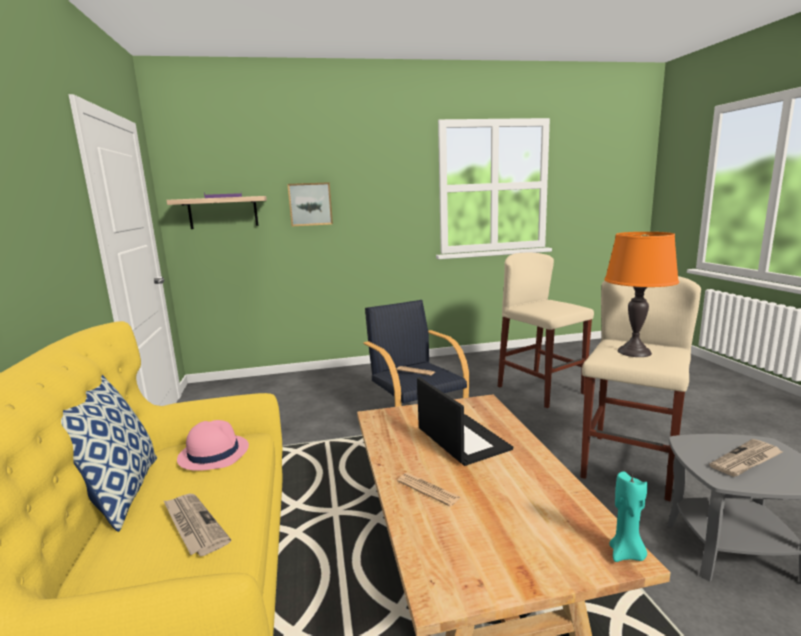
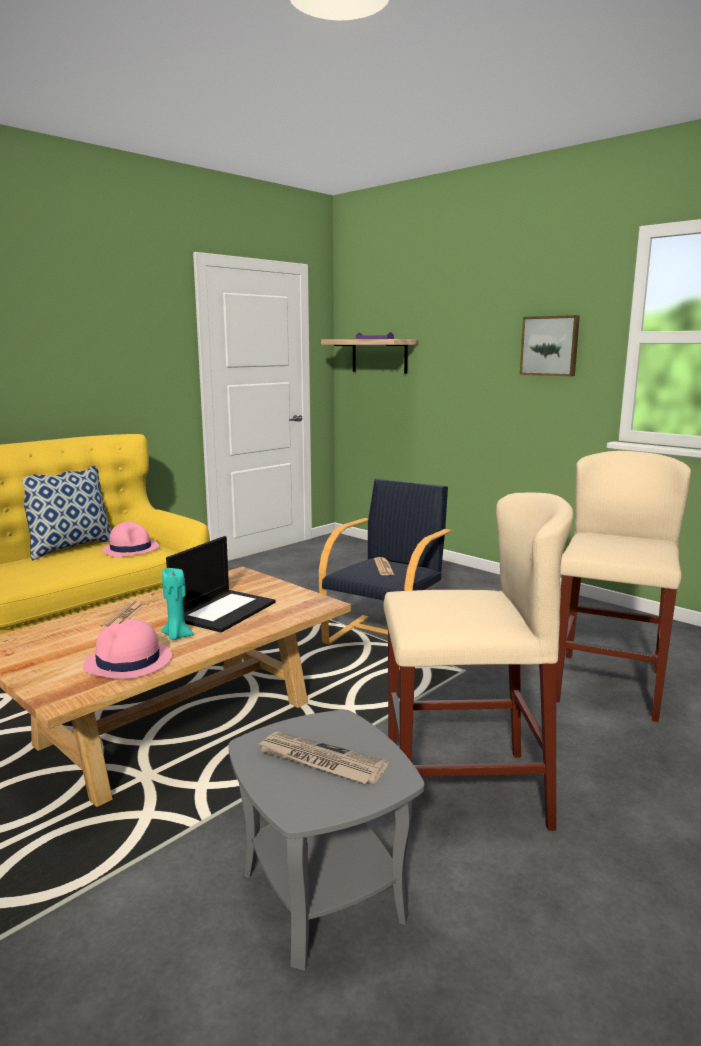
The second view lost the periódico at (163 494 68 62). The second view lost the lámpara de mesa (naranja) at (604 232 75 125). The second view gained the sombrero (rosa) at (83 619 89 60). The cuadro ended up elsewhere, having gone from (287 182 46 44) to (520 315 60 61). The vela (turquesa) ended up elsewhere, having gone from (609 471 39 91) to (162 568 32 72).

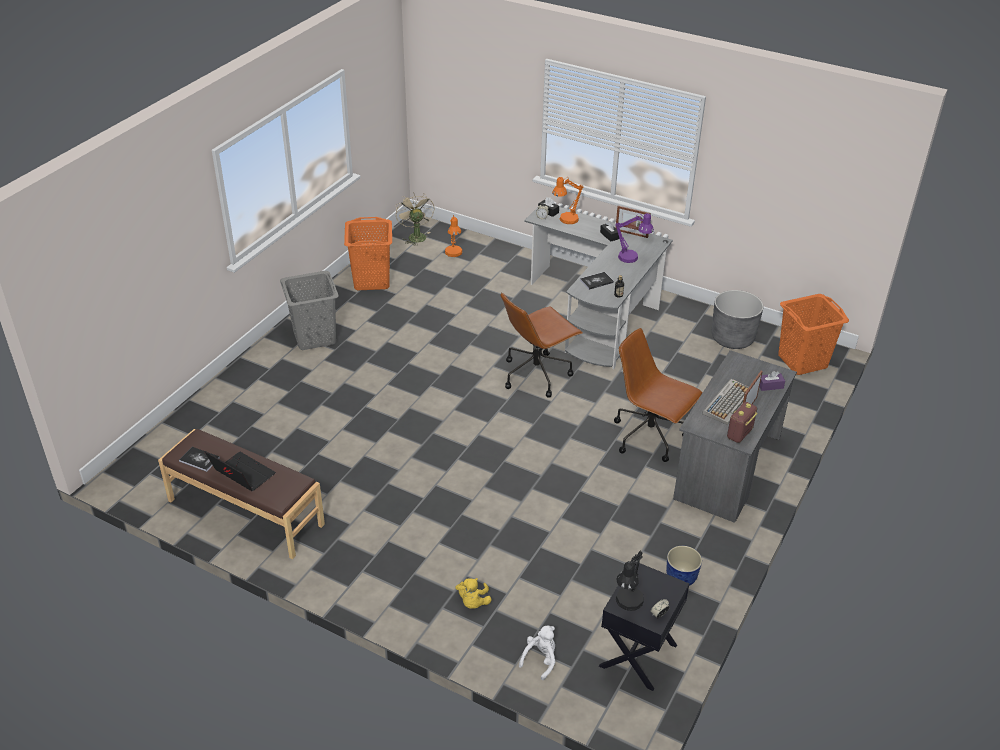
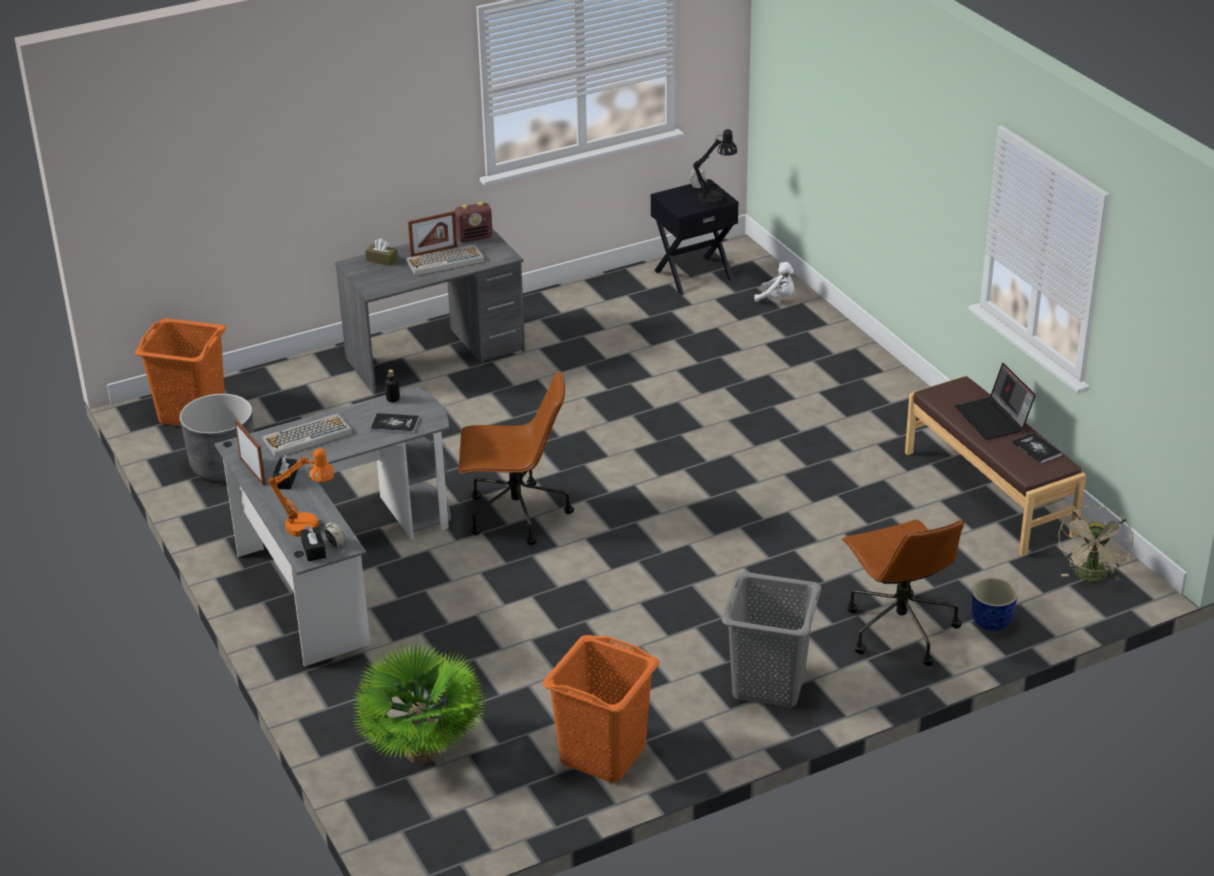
The second view lost the peluche (amarillo) at (456 578 36 31). The ventilador (beis) ended up elsewhere, having gone from (395 192 39 54) to (1059 506 74 76). The silla de oficina (marrón) ended up elsewhere, having gone from (614 328 89 134) to (842 520 122 146). The maceta ended up elsewhere, having gone from (666 546 36 40) to (971 578 47 53). Where the lámpara de mesa (naranja) stood at (445 215 17 42), the planta en maceta came to stand at (353 642 133 122). Where the lámpara de mesa (morado) stood at (615 213 39 50), the teclado came to stand at (262 413 90 45). What was the caja de pañuelos (morado) at (759 371 26 20) turned into the caja de pañuelos (marrón) at (365 238 33 28). The peluche (blanco) at (519 625 37 55) ended up facing another way, 135 degrees counterclockwise from before.

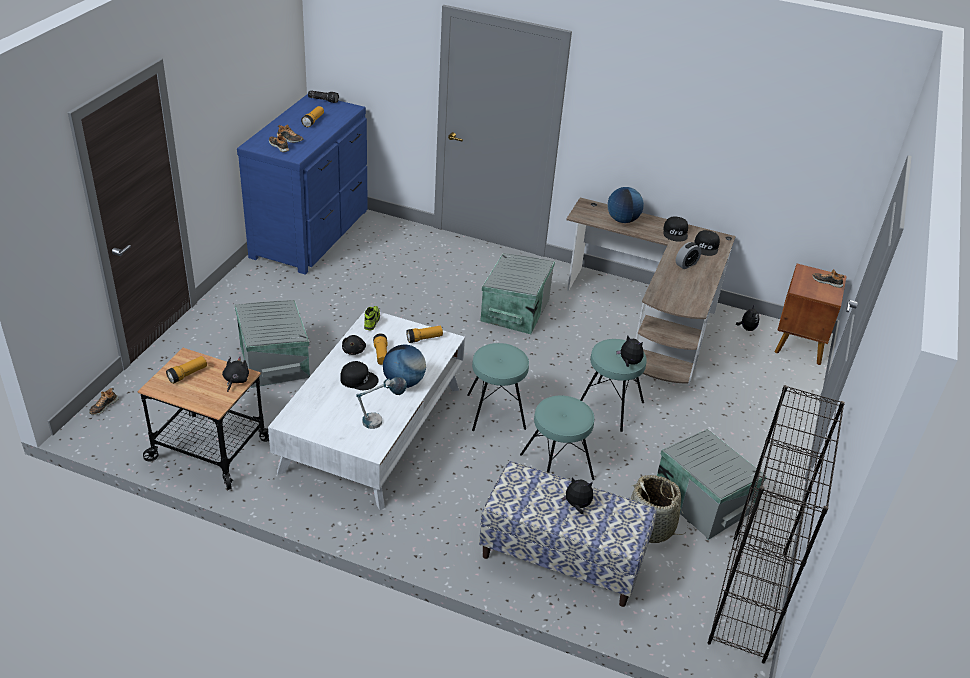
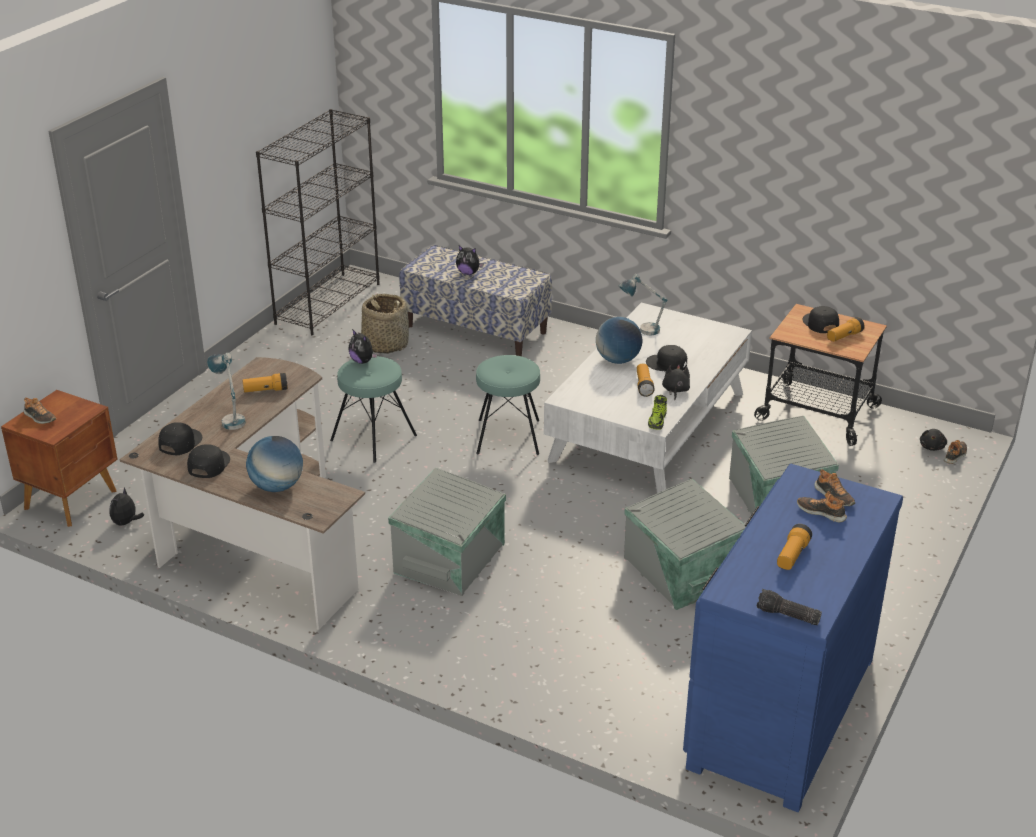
The second view lost the taburete (turquesa) at (520 395 75 85). The second view gained the gorra (negro) at (803 306 36 27). The peluche (negro) ended up elsewhere, having gone from (222 357 27 35) to (920 429 27 22). The linterna ended up elsewhere, having gone from (406 326 37 17) to (242 373 46 20). The caja de almacenaje (gris) ended up elsewhere, having gone from (657 429 110 111) to (624 479 122 131). Where the despertador stood at (676 242 25 27), the lámpara de mesa came to stand at (207 353 39 77).

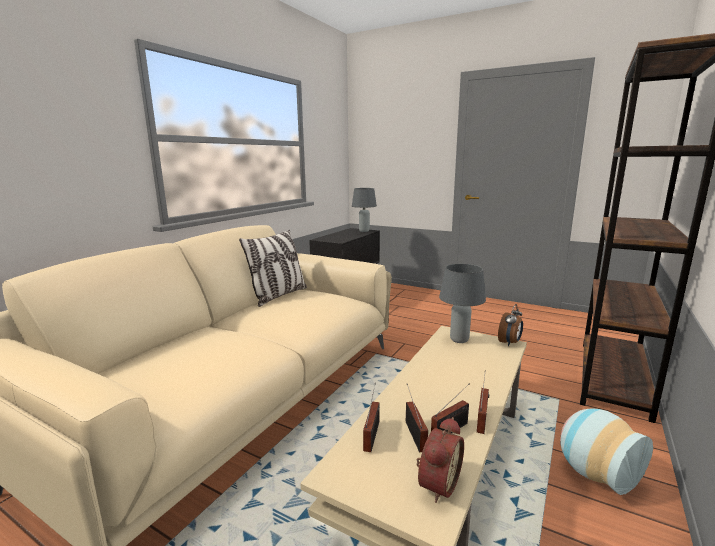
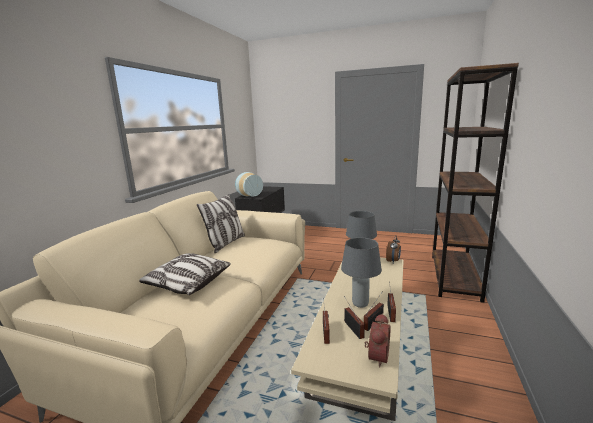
The second view gained the cojín at (139 253 92 42). The lámpara de mesa (gris) ended up elsewhere, having gone from (352 188 25 44) to (341 238 41 70). The florero ended up elsewhere, having gone from (560 409 93 86) to (235 172 28 25).

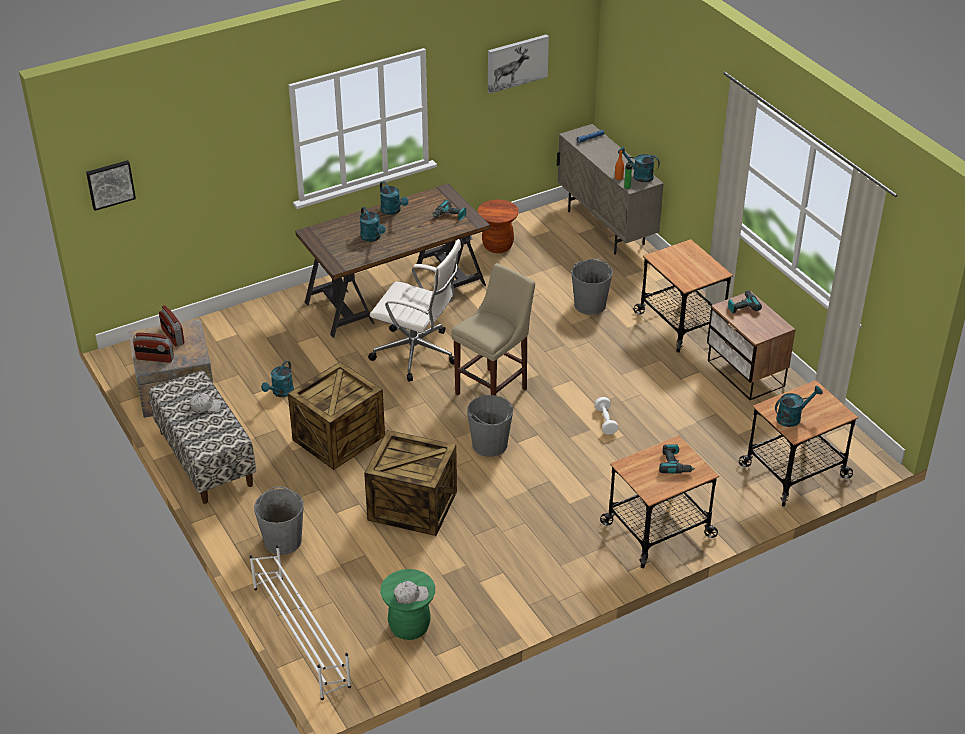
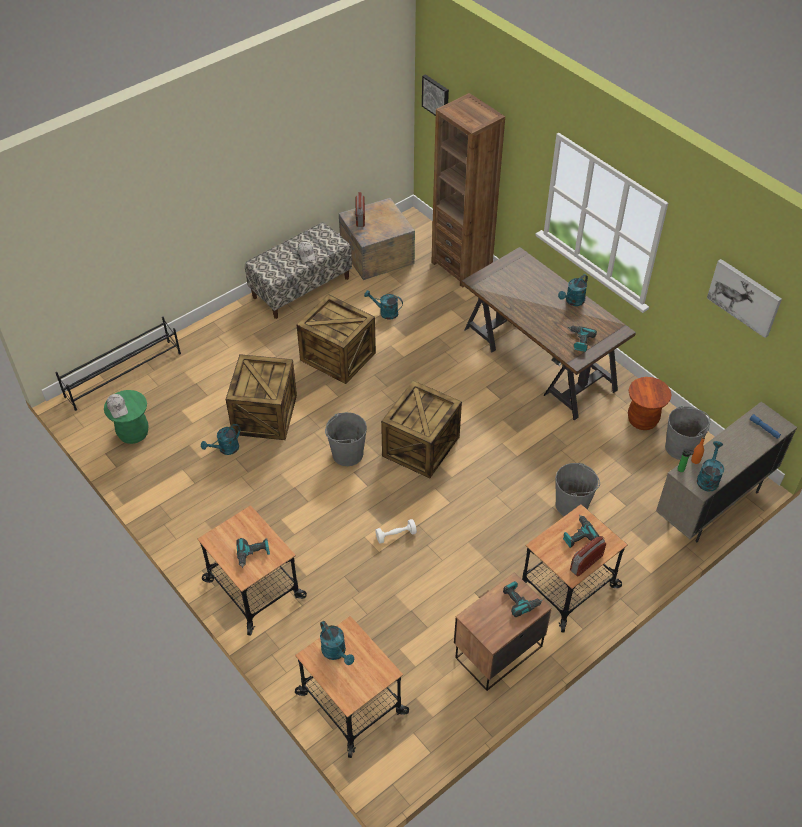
The second view lost the silla de oficina (blanco) at (368 239 93 143). The second view gained the estantería (marrón) at (431 93 74 195). The second view gained the taladro at (563 515 36 33). The radio ended up elsewhere, having gone from (159 305 25 42) to (570 536 36 40). The cubo (gris) ended up elsewhere, having gone from (254 486 50 69) to (665 406 45 54). The regadera (turquesa) ended up elsewhere, having gone from (360 207 26 35) to (201 424 39 31). Where the taburete (beis) stood at (451 263 84 133), the caja de embalaje came to stand at (381 381 81 97). What was the zapatero (blanco) at (250 545 101 155) turned into the zapatero (negro) at (55 317 126 94).

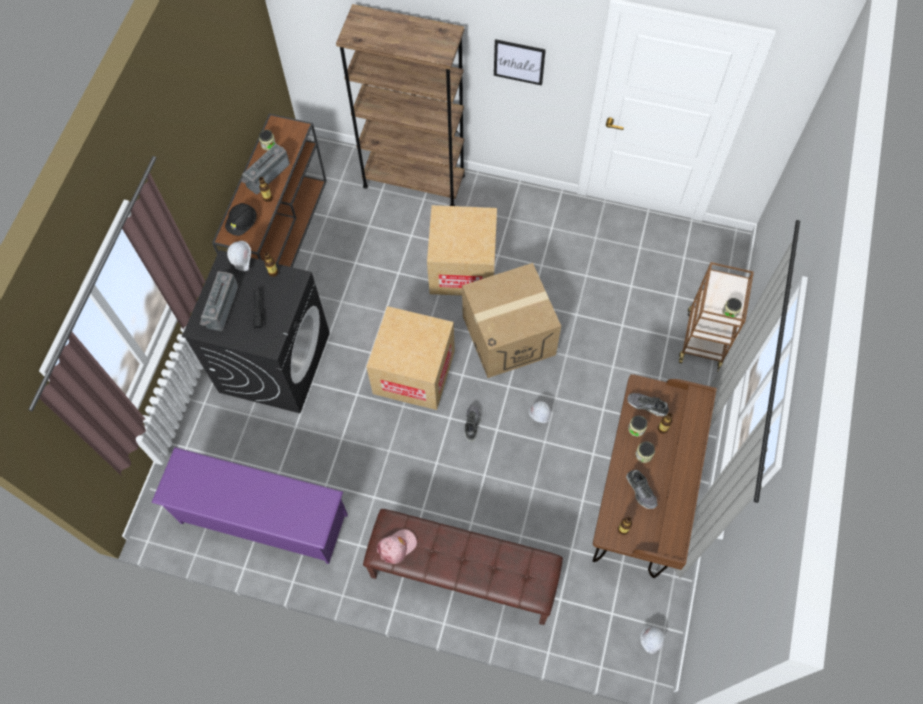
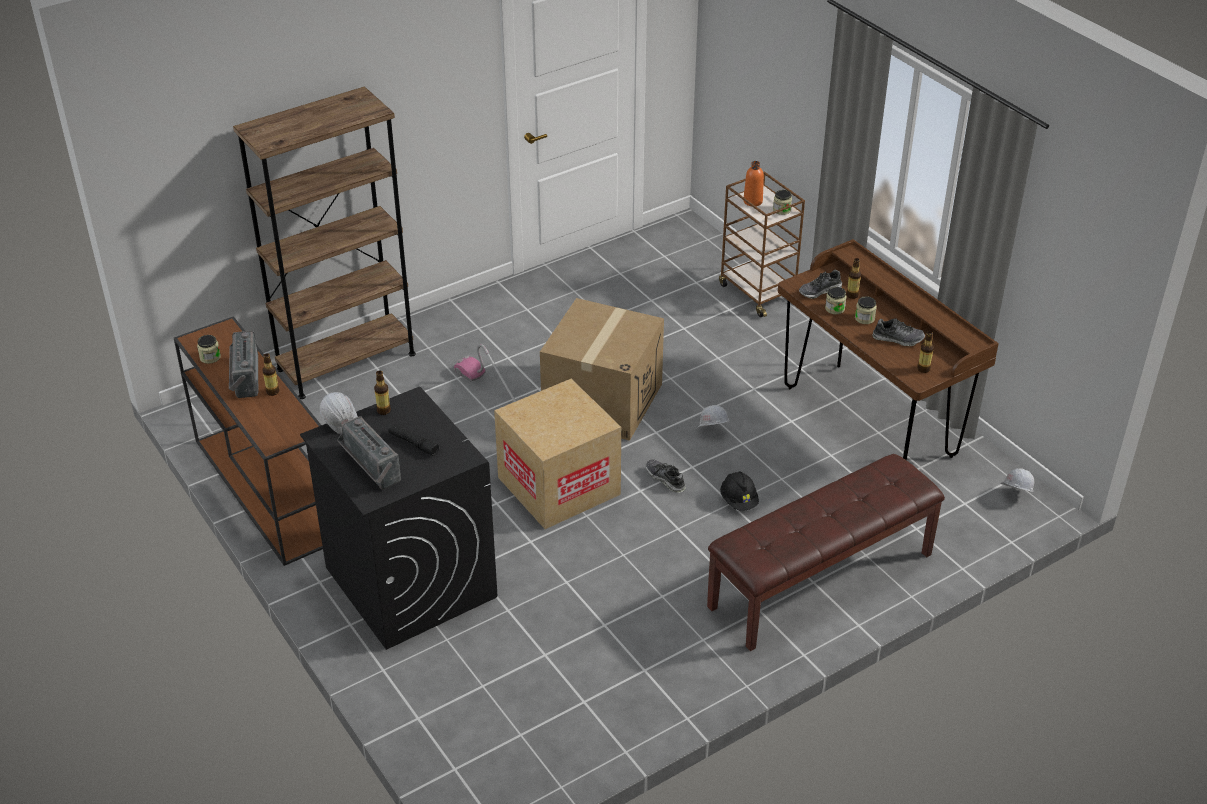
The second view lost the zapatero (morado) at (151 447 197 117). The second view lost the gorra (rosa) at (377 529 40 35). The second view lost the cuadro at (494 39 52 47). The second view gained the botella (naranja) at (743 161 21 45). The casco (negro) ended up elsewhere, having gone from (225 203 32 33) to (720 471 39 40). Where the caja de cartón stood at (427 205 70 91), the aspiradora came to stand at (454 344 68 60).

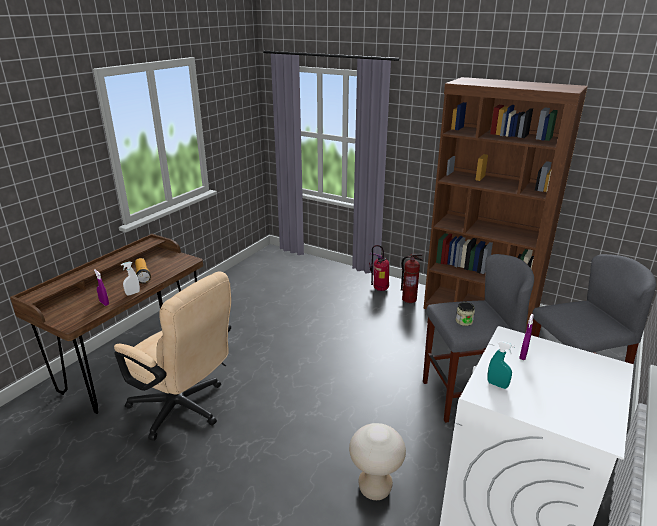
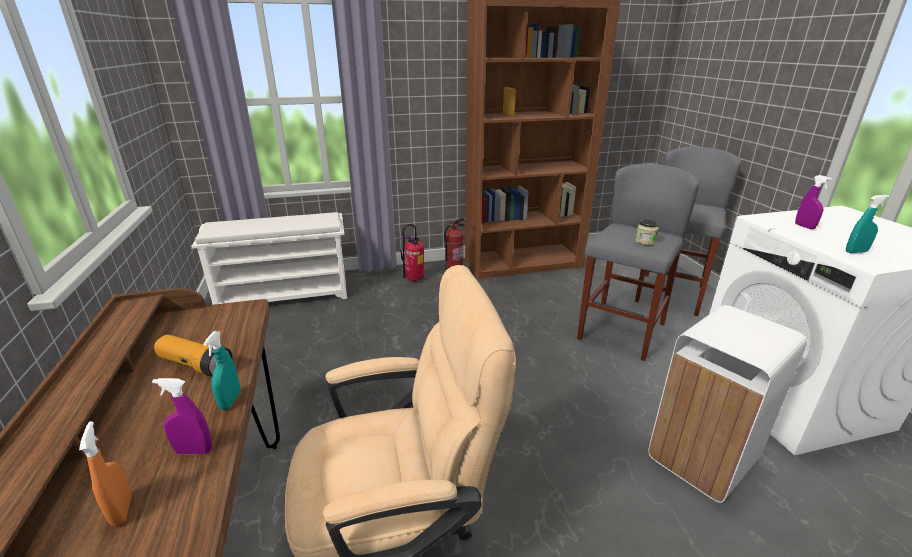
The second view gained the pulverizador (naranja) at (79 421 53 105). The second view gained the zapatero (blanco) at (191 212 156 93). Where the taburete (beis) stood at (349 423 57 77), the papelera (blanco) came to stand at (648 305 159 198). What was the pulverizador (blanco) at (121 262 19 34) turned into the pulverizador (turquesa) at (203 331 37 79).

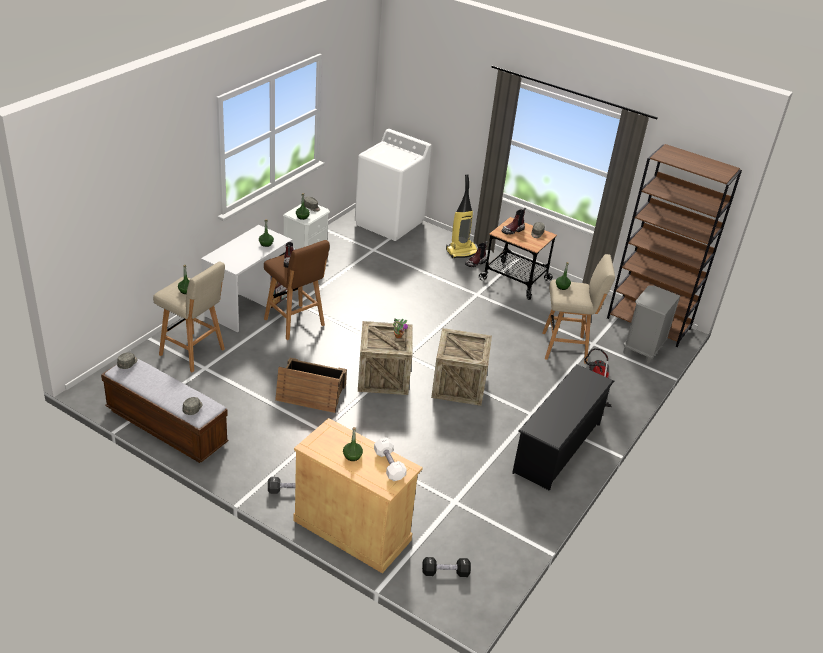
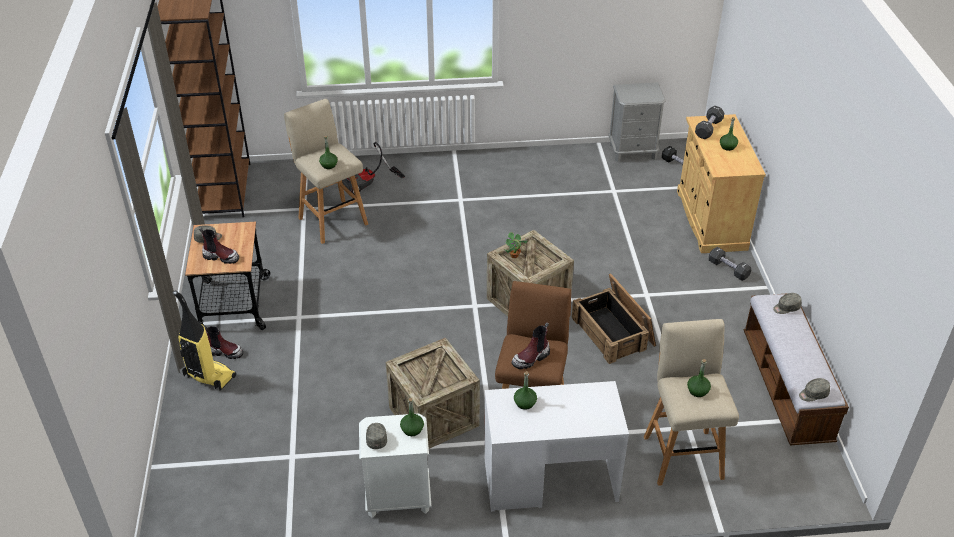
The second view lost the lavadora (blanco) at (355 129 76 112). The second view lost the zapatero (negro) at (512 364 102 127). The caja de embalaje ended up elsewhere, having gone from (431 328 61 78) to (386 337 94 112). The mesita de noche (gris) ended up elsewhere, having gone from (623 285 57 79) to (608 82 58 80). What was the mancuerna (blanco) at (374 437 33 44) turned into the mancuerna (negro) at (695 106 30 33).

